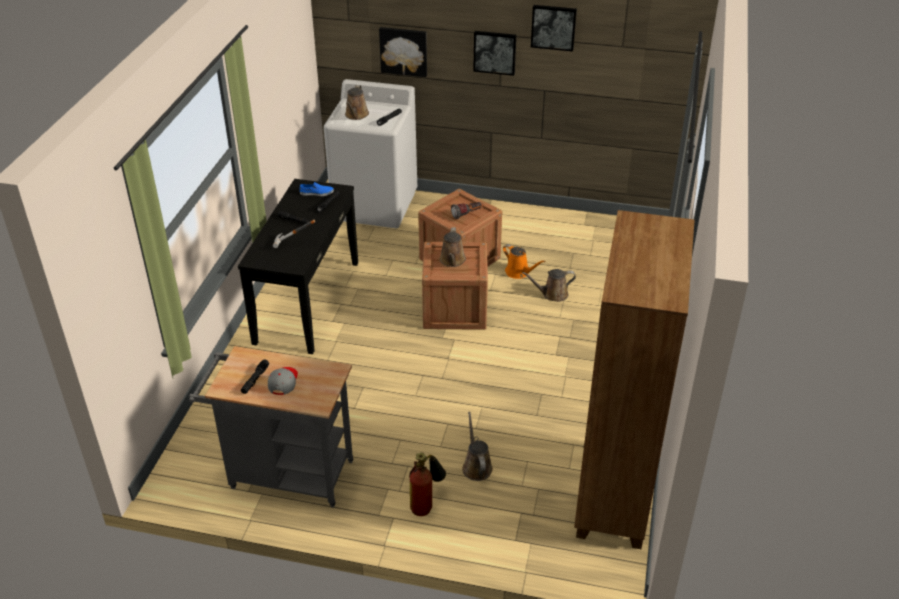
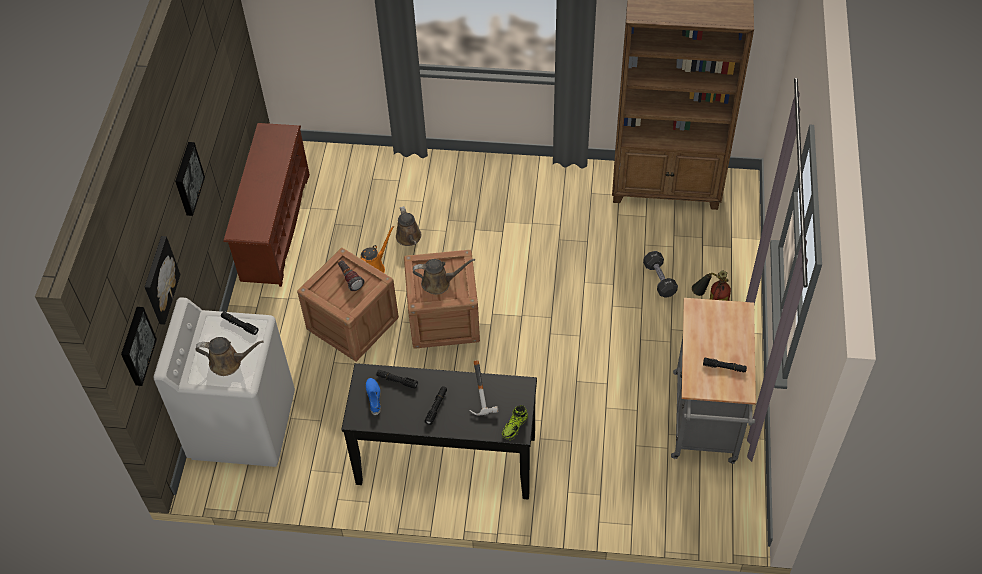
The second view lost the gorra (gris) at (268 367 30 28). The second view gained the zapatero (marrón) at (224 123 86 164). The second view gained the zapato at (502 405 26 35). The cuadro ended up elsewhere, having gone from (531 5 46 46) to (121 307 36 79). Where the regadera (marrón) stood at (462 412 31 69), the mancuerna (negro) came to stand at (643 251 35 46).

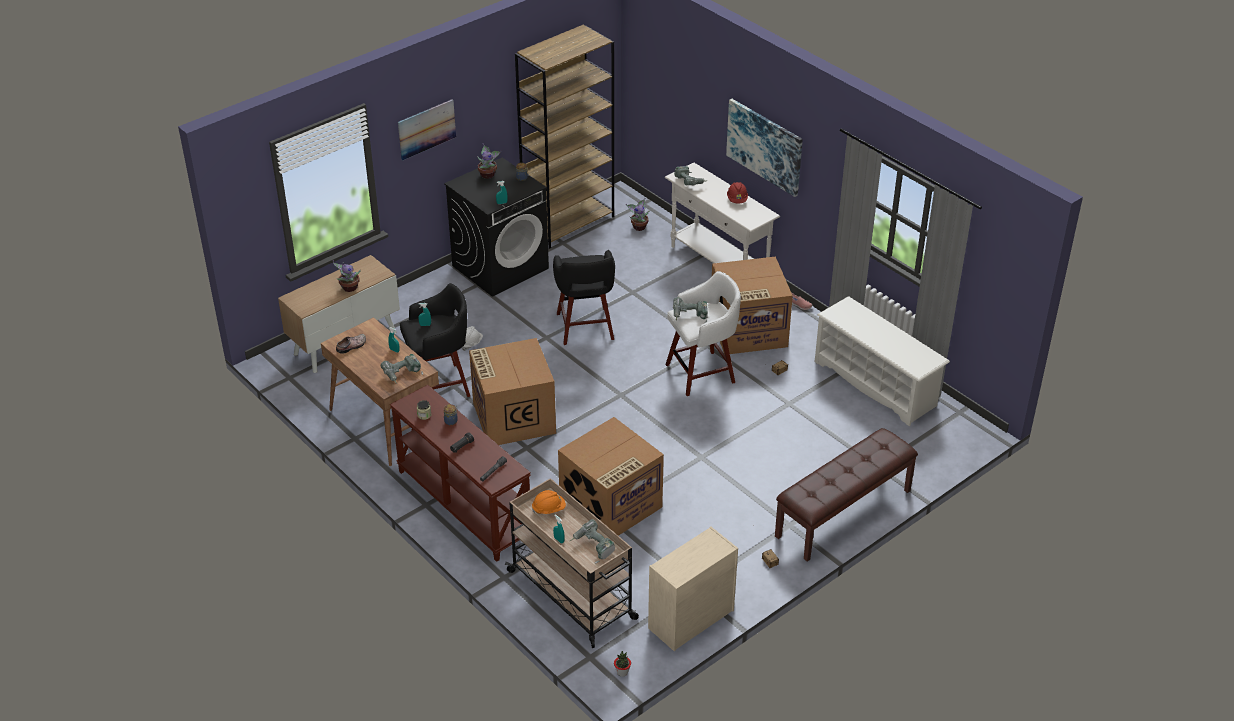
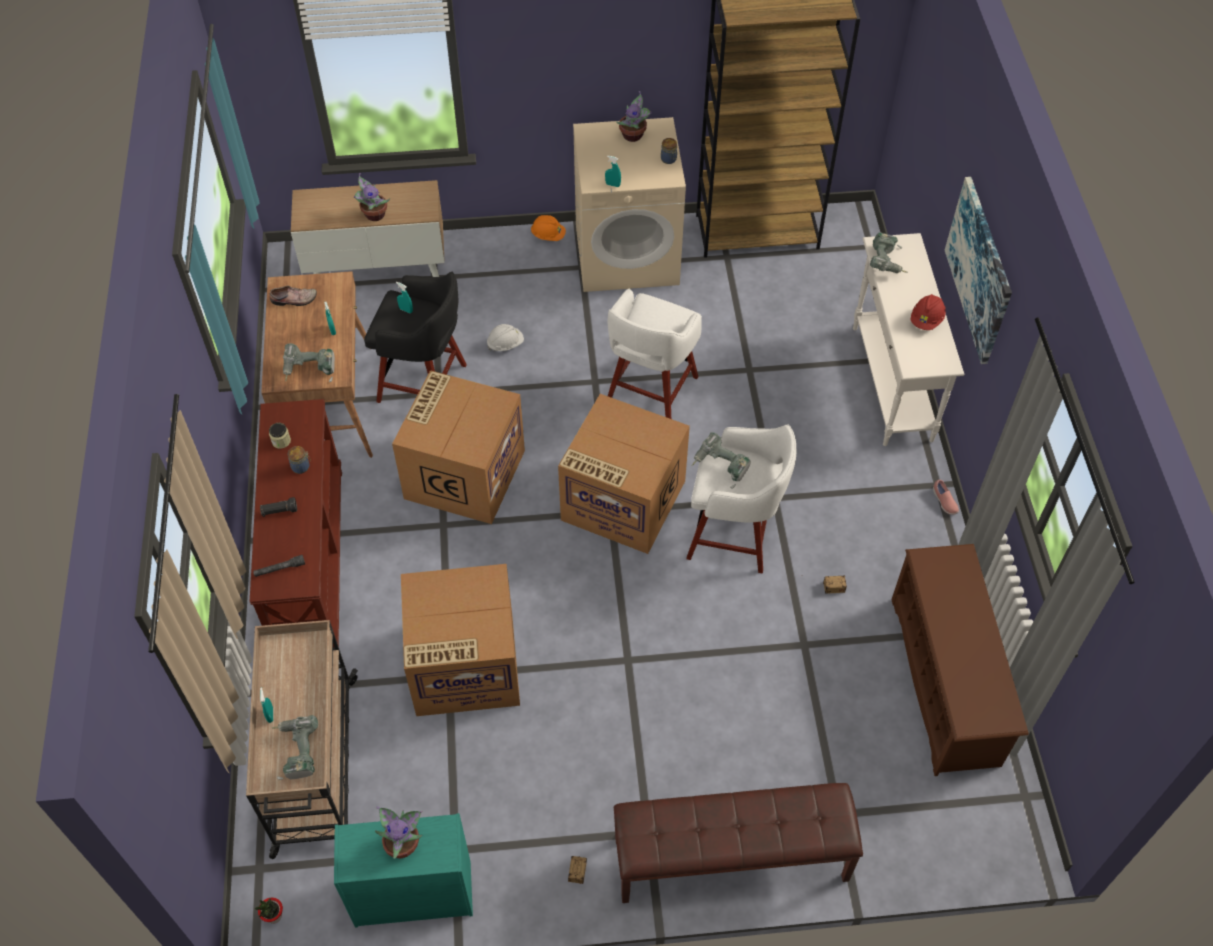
The second view lost the cuadro at (398 99 58 61). The casco (naranja) ended up elsewhere, having gone from (532 490 34 24) to (531 215 35 26). The planta en maceta ended up elsewhere, having gone from (626 198 24 33) to (375 806 48 53). The caja de cartón ended up elsewhere, having gone from (712 257 81 97) to (558 394 132 160). What was the lavadora (negro) at (444 157 105 140) turned into the lavadora (beis) at (573 117 113 175). What was the taburete (negro) at (553 250 62 95) turned into the taburete (blanco) at (608 289 94 130). What was the cómoda (beis) at (648 526 90 125) turned into the cómoda (turquesa) at (334 813 139 115). What was the zapatero (blanco) at (815 296 135 130) turned into the zapatero (marrón) at (891 544 138 232).

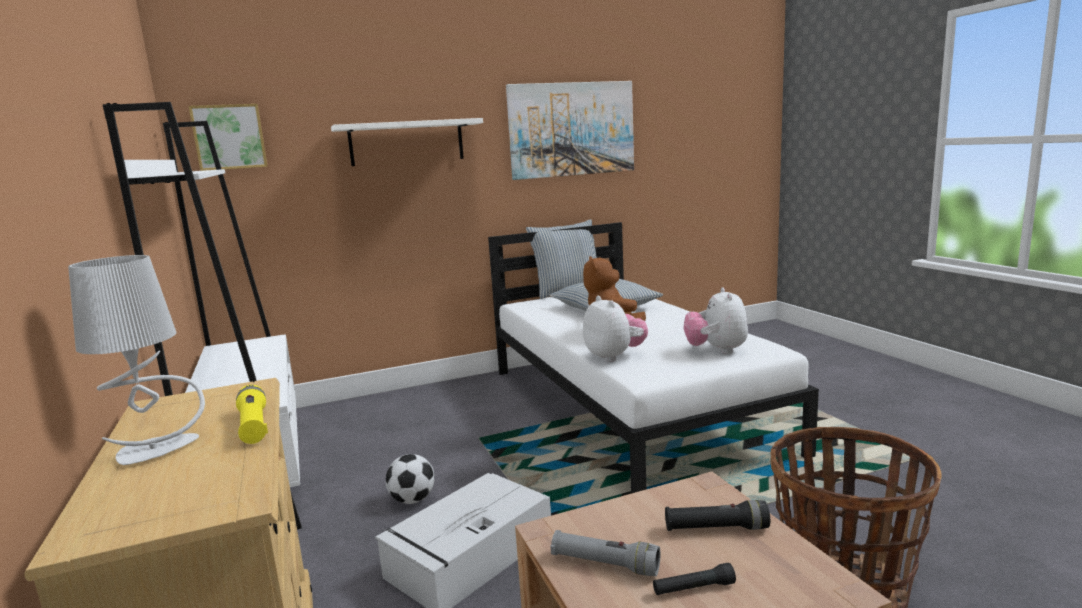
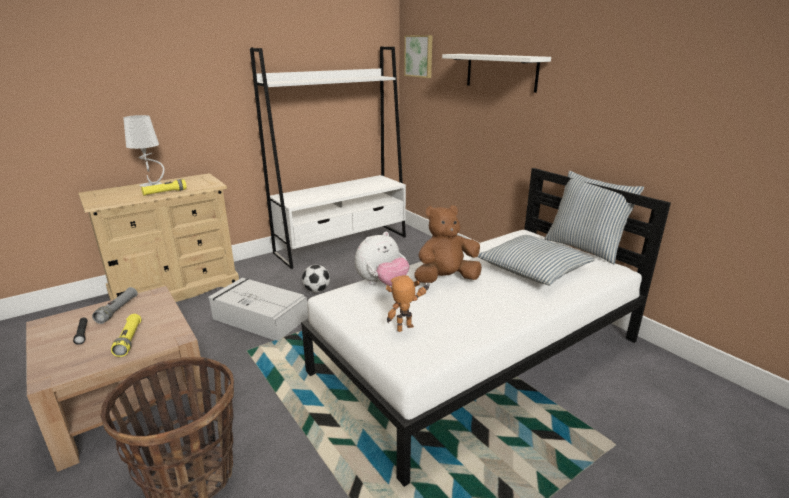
The second view lost the cuadro at (506 81 128 99). Where the peluche stood at (684 287 64 67), the robot de juguete came to stand at (386 275 44 57). What was the linterna (negro) at (665 500 105 31) turned into the linterna (amarillo) at (111 314 30 43).

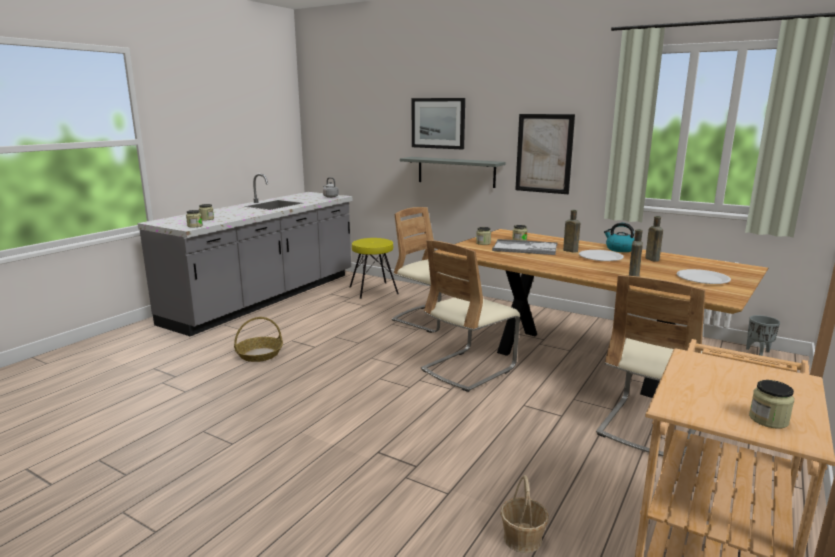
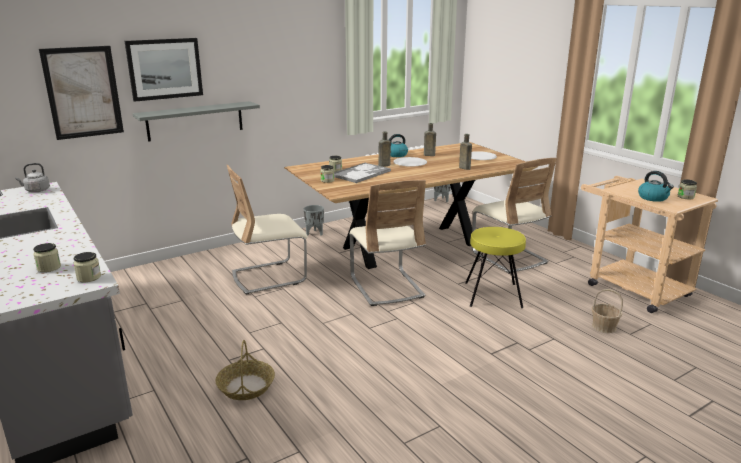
The second view gained the maceta (gris) at (304 205 20 31). The second view gained the hervidor at (638 171 36 31). The taburete (amarillo) ended up elsewhere, having gone from (350 238 49 61) to (465 227 61 81). The cuadro ended up elsewhere, having gone from (515 114 60 80) to (39 46 85 94).

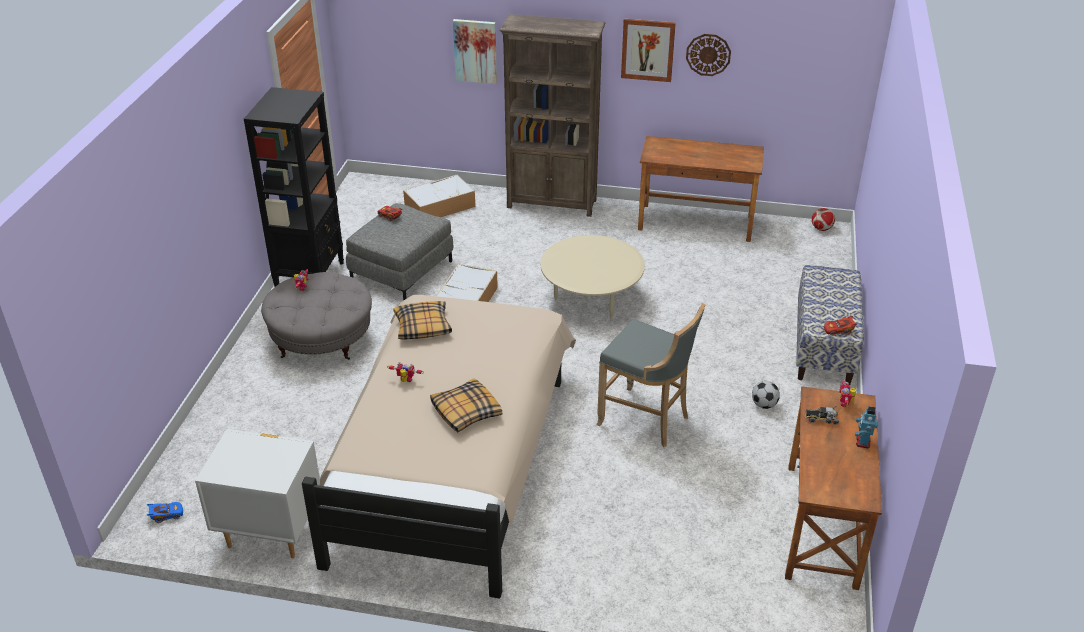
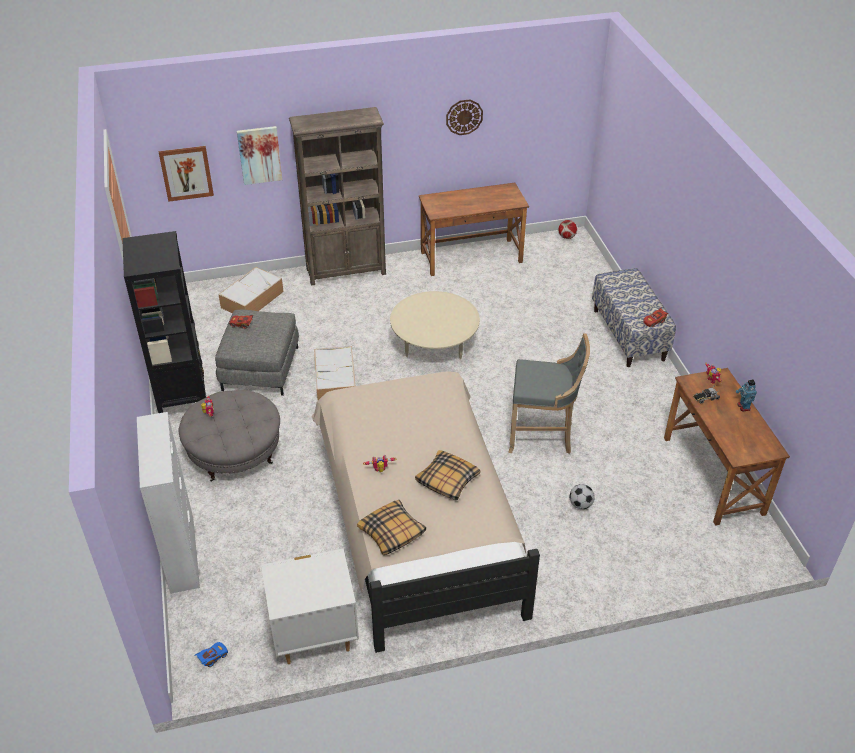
The second view gained the armario (blanco) at (137 412 63 182). The cojín ended up elsewhere, having gone from (393 301 59 39) to (357 500 69 55). The cuadro ended up elsewhere, having gone from (621 19 55 63) to (159 146 55 56). The balón de fútbol ended up elsewhere, having gone from (752 381 28 28) to (570 484 25 25).

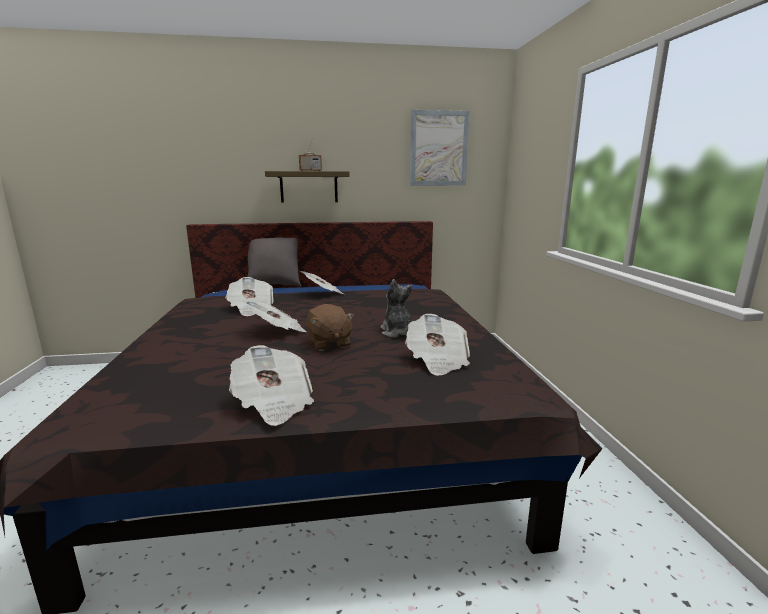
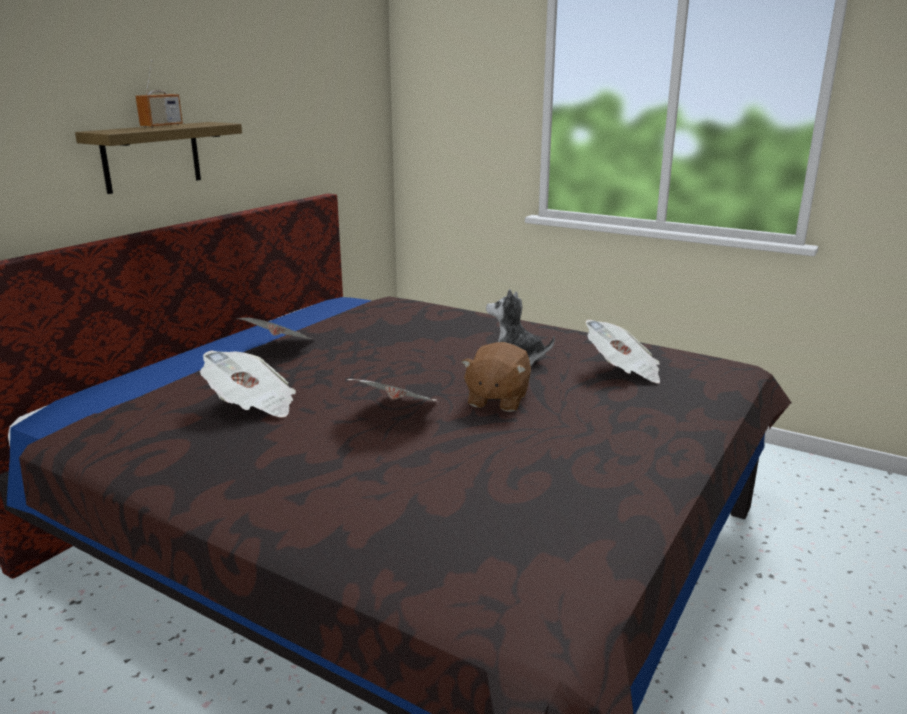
The second view lost the periódico at (229 345 85 81). The second view lost the cojín (gris) at (248 237 53 50). The second view lost the cuadro at (410 110 60 76). The peluche (marrón) at (306 304 49 47) ended up facing another way, 90 degrees clockwise from before.

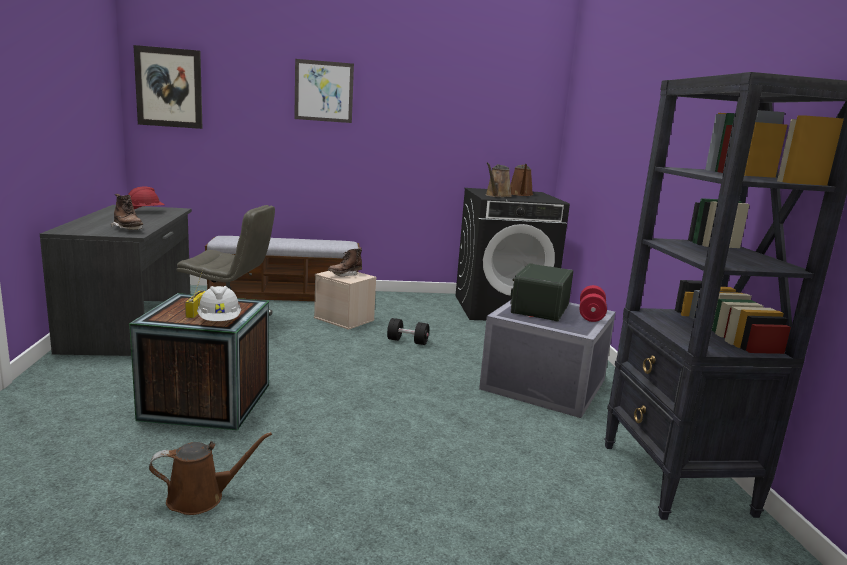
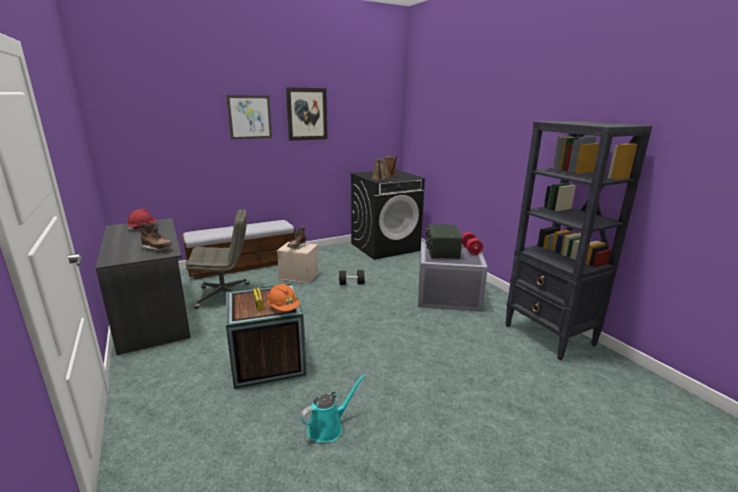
The cuadro ended up elsewhere, having gone from (133 45 70 84) to (286 87 42 54). What was the regadera (marrón) at (149 432 123 83) turned into the regadera (turquesa) at (300 375 65 67). What was the casco (blanco) at (197 286 44 35) turned into the casco (naranja) at (267 284 33 27).

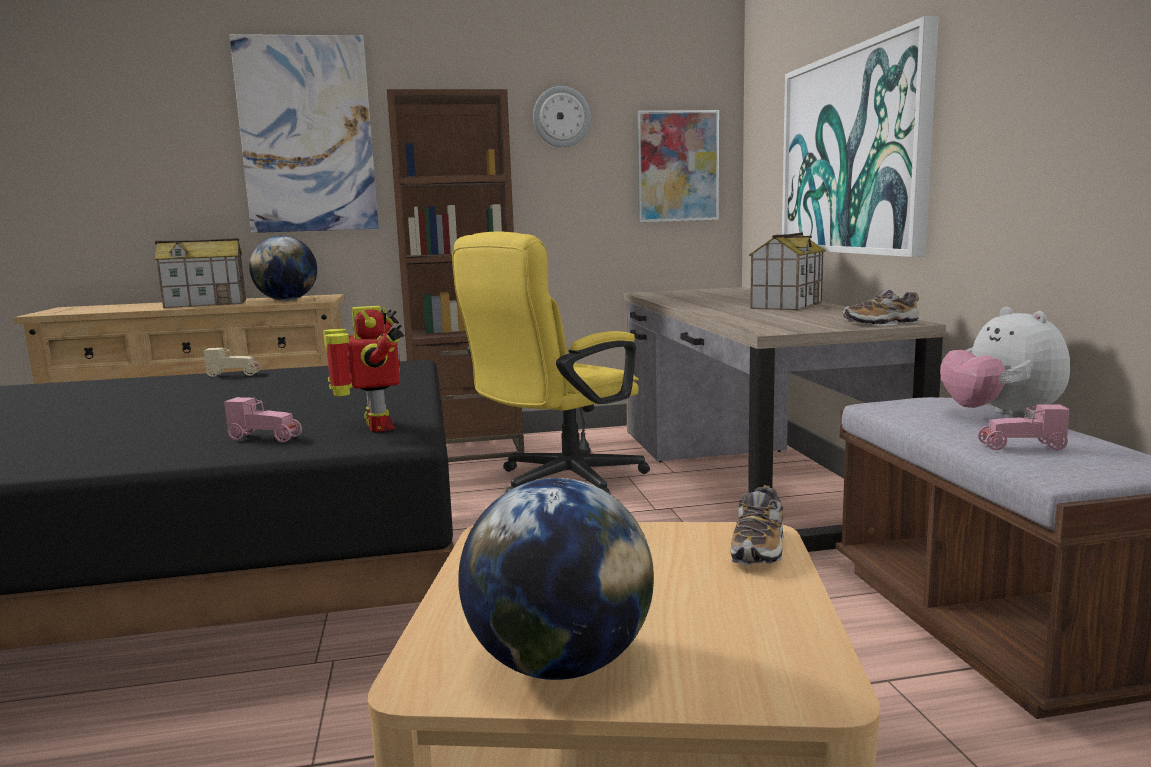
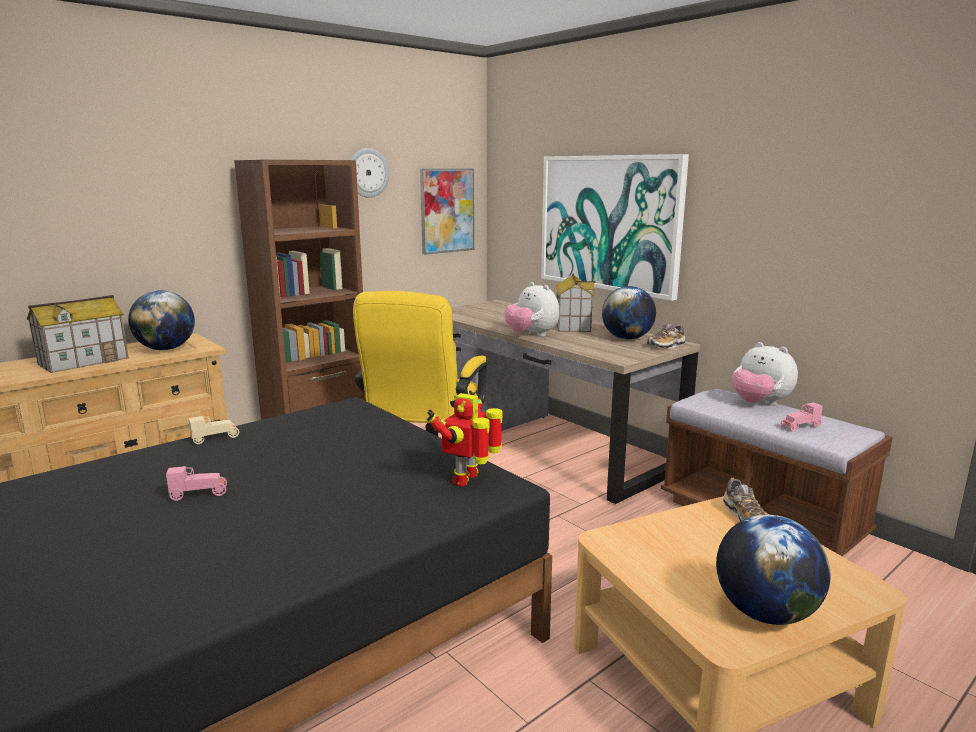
The second view lost the cuadro at (230 34 149 199). The second view gained the peluche at (504 282 56 55). The second view gained the globo terráqueo at (602 286 54 54). The coche de juguete (rosa) ended up elsewhere, having gone from (224 397 78 46) to (166 466 61 35). The robot de juguete at (323 306 82 126) ended up facing another way, 105 degrees counterclockwise from before.

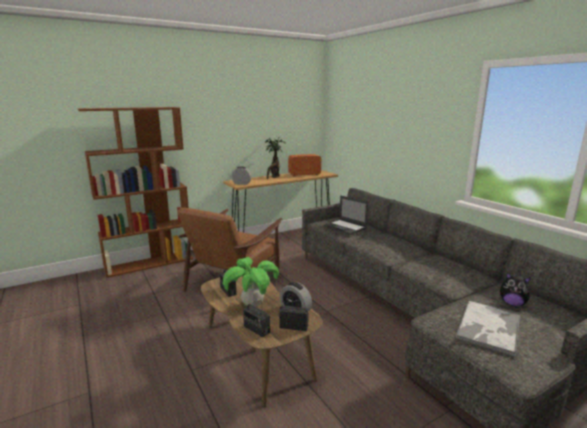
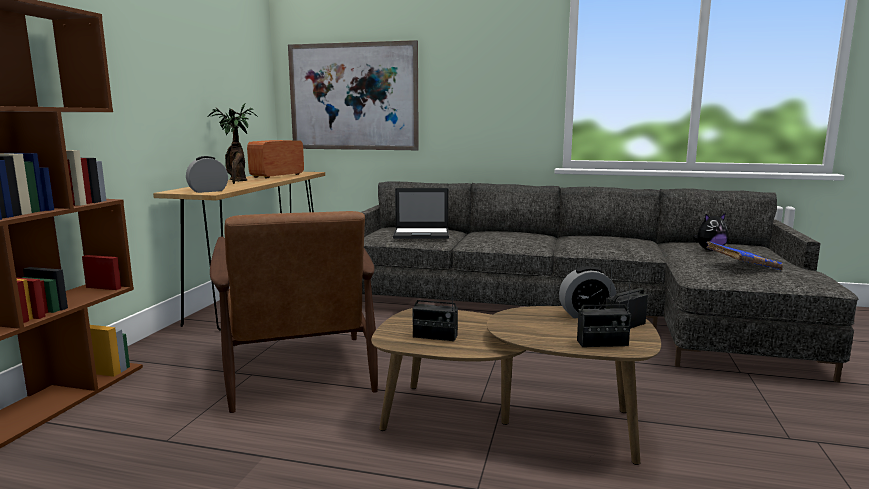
The second view lost the planta en maceta at (223 257 56 50). The second view gained the cuadro at (288 40 131 110). Where the bandeja stood at (455 300 65 57), the libro (azul) came to stand at (706 241 77 29).

